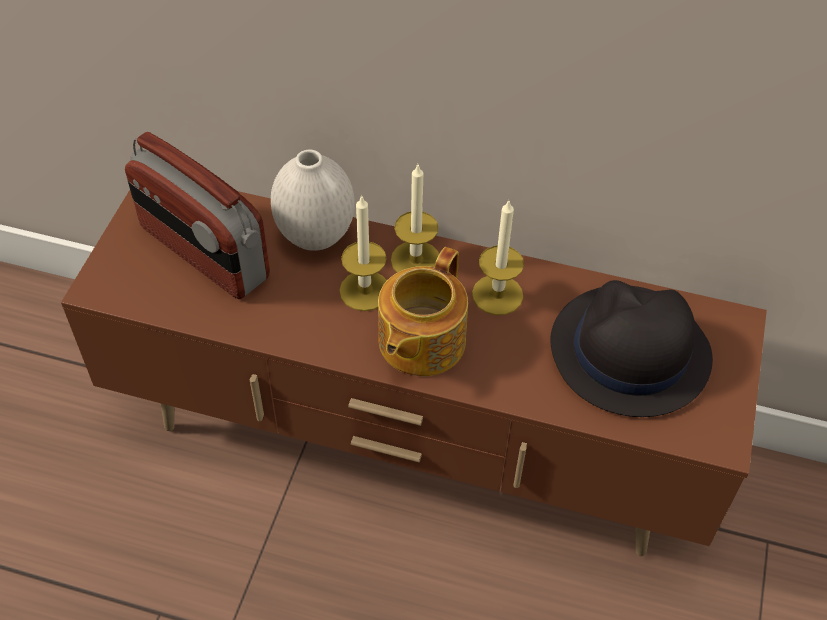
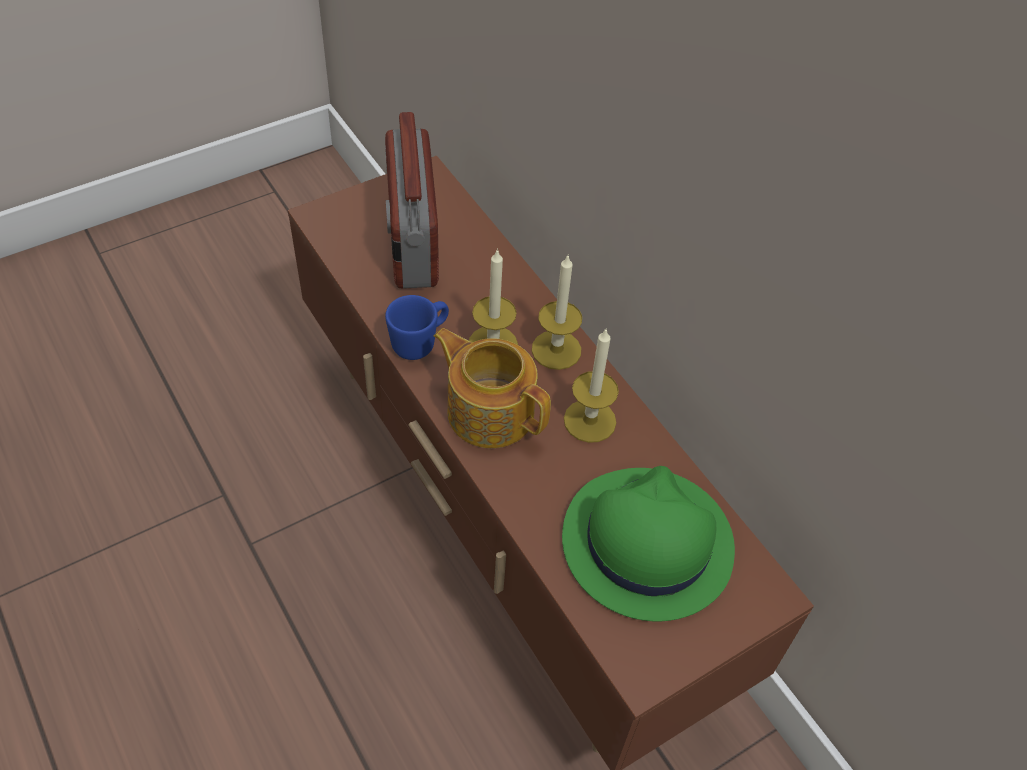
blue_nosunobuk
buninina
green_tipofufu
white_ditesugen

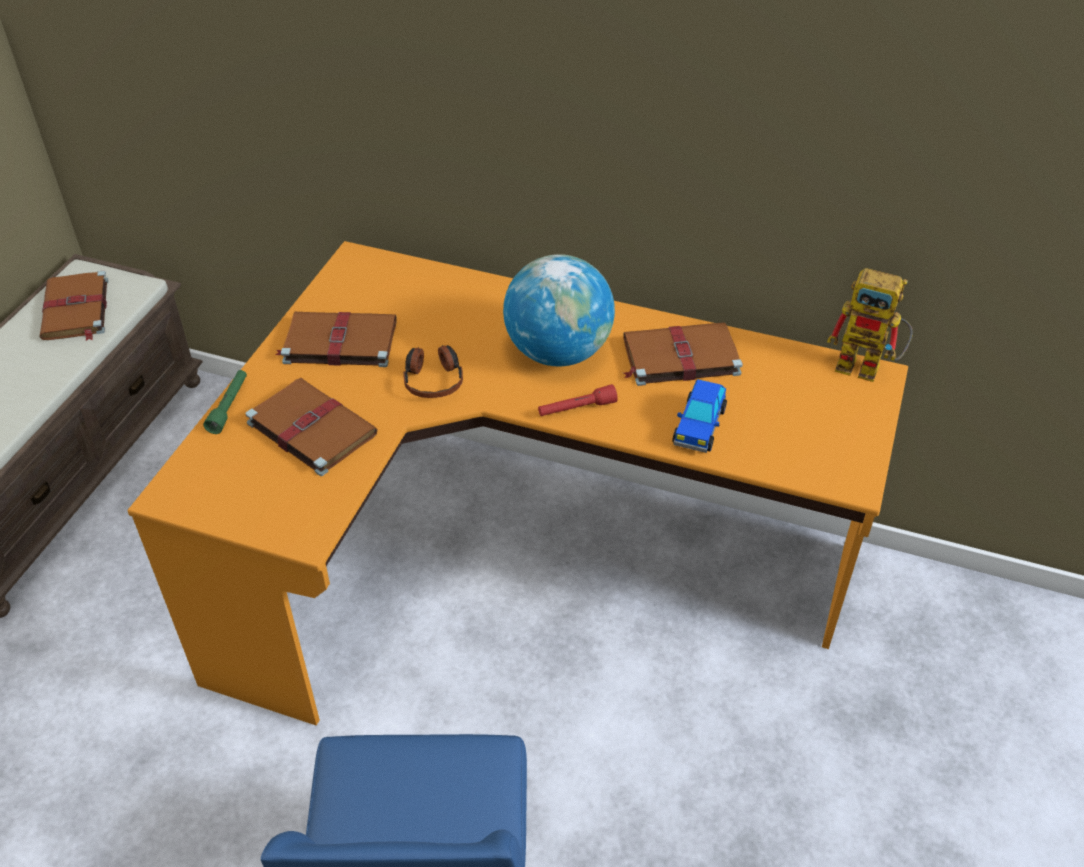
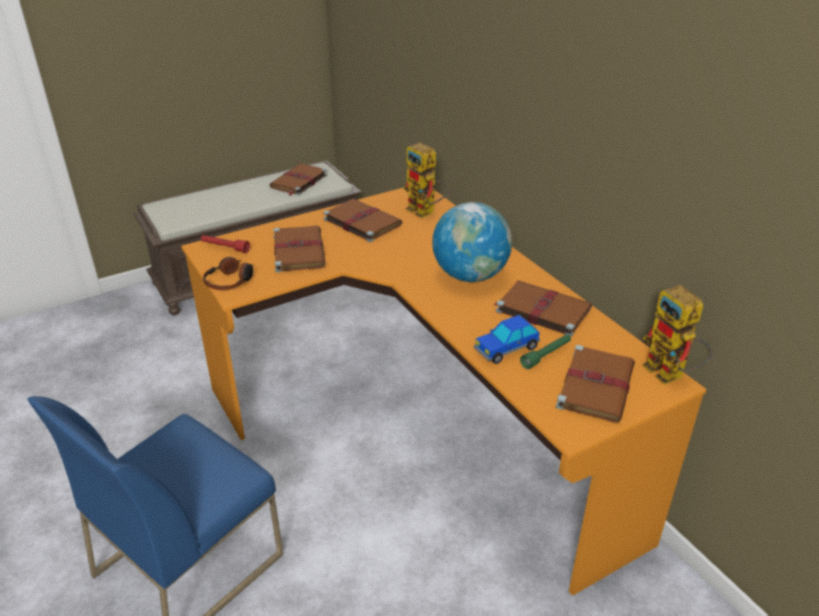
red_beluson
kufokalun
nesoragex (1st from left)
green_beluson
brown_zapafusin (5th from left)

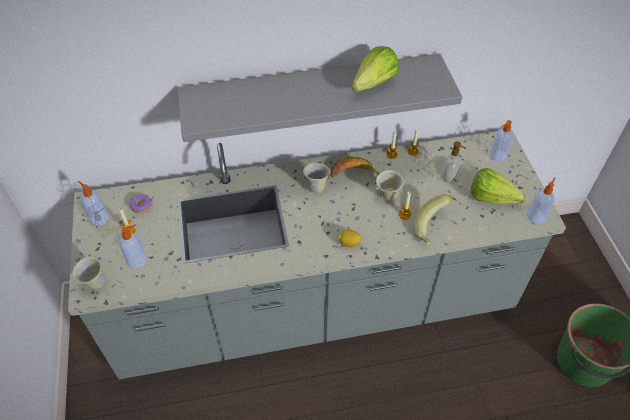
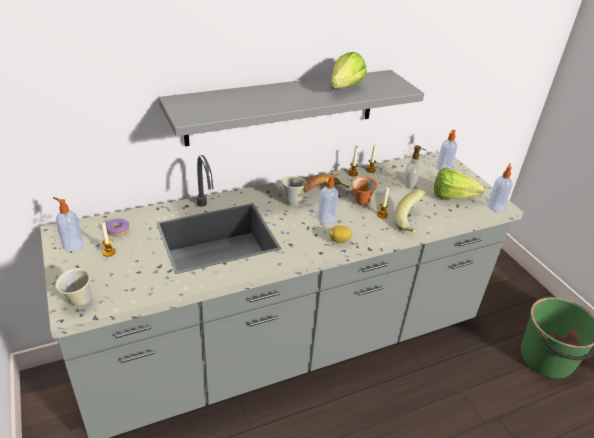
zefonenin (2nd from left)
orange_nosunobuk

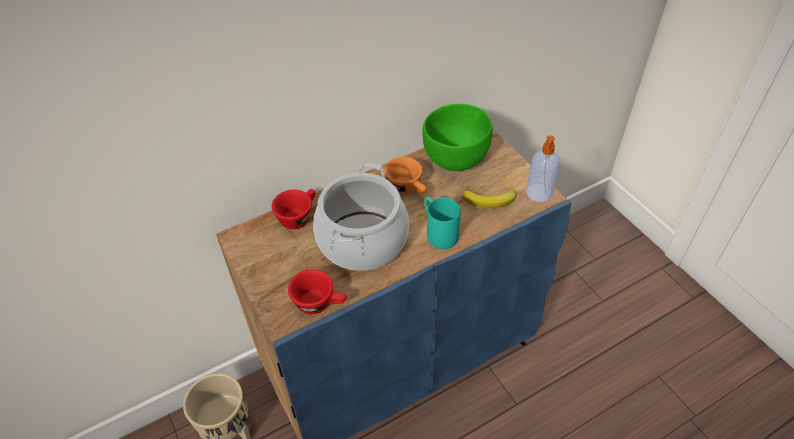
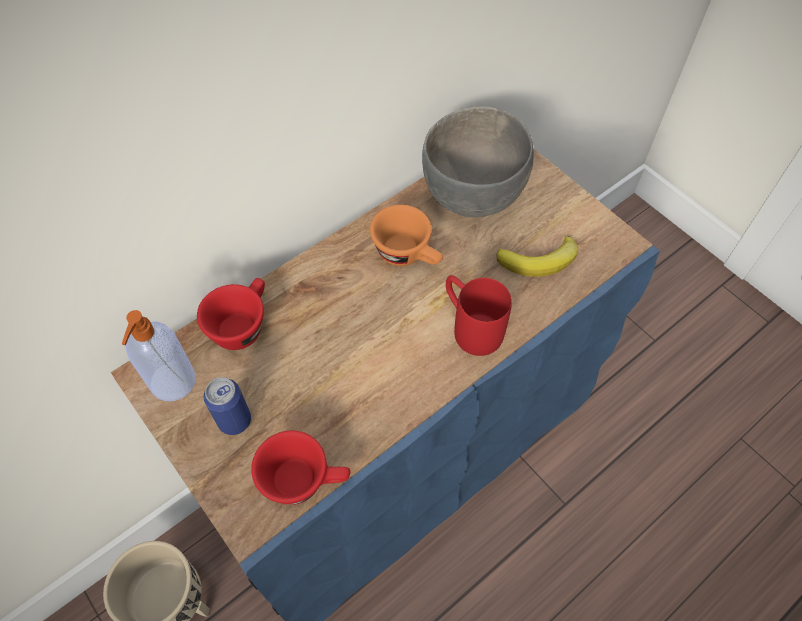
zefonenin
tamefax
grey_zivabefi
red_nosunobuk
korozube

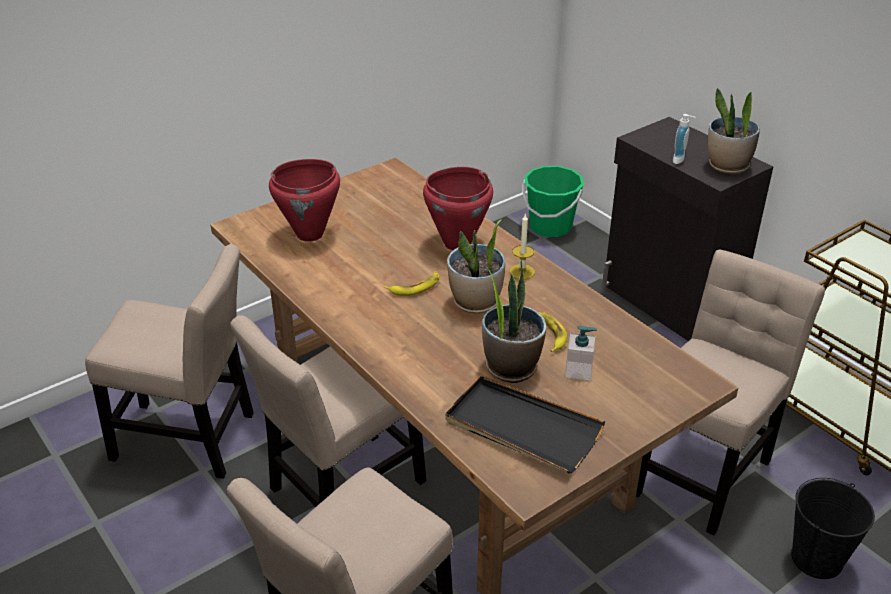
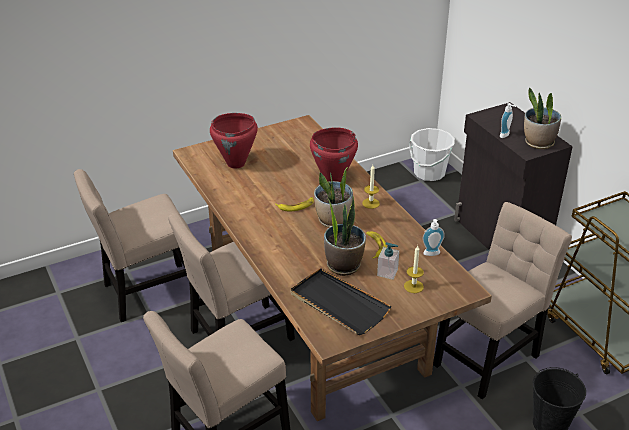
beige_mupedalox (1st from left)
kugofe (2nd from left)
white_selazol
zefonenin (2nd from left)

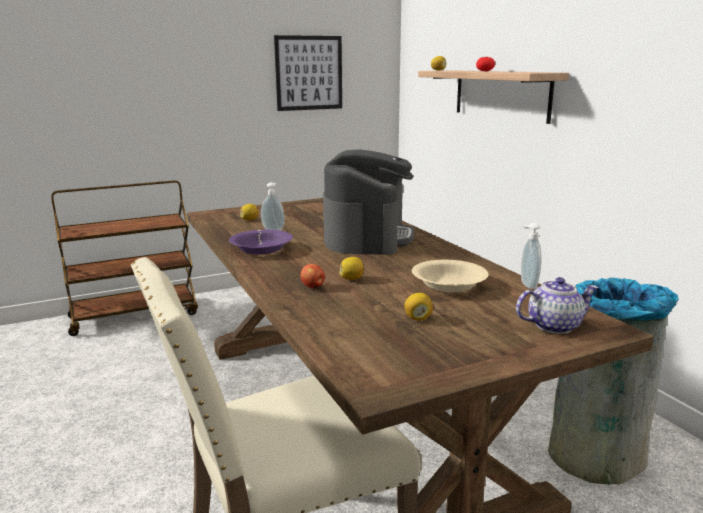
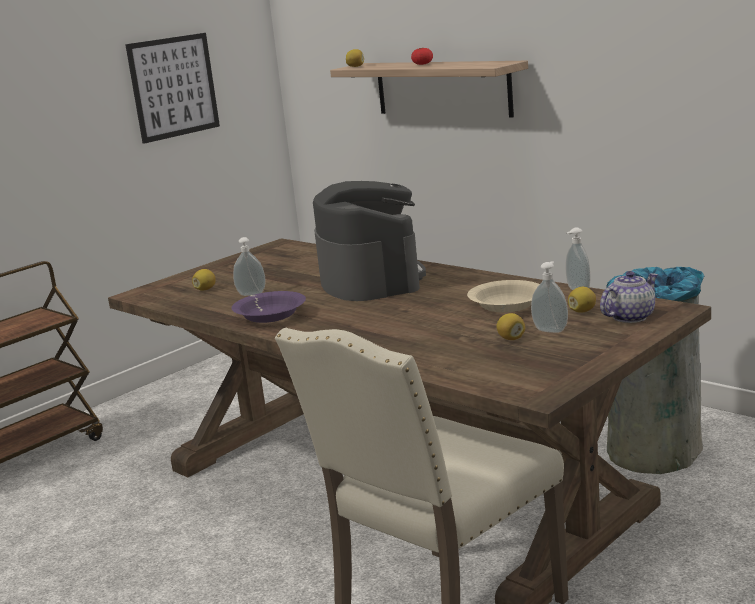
zefonenin (2nd from left)
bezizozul (4th from left)
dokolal

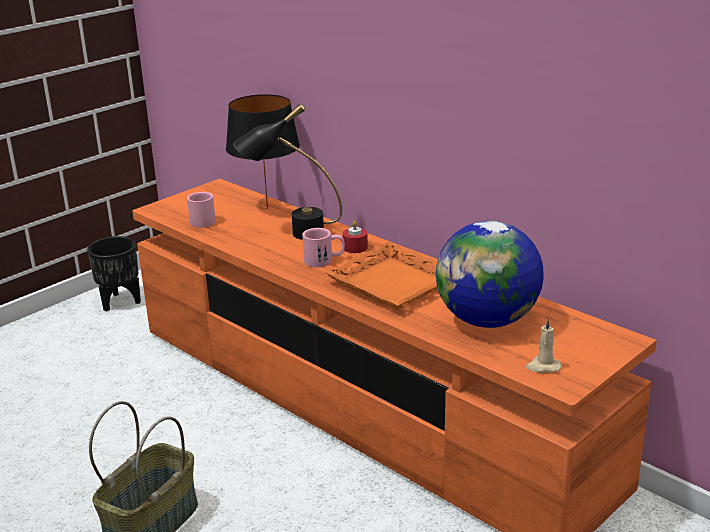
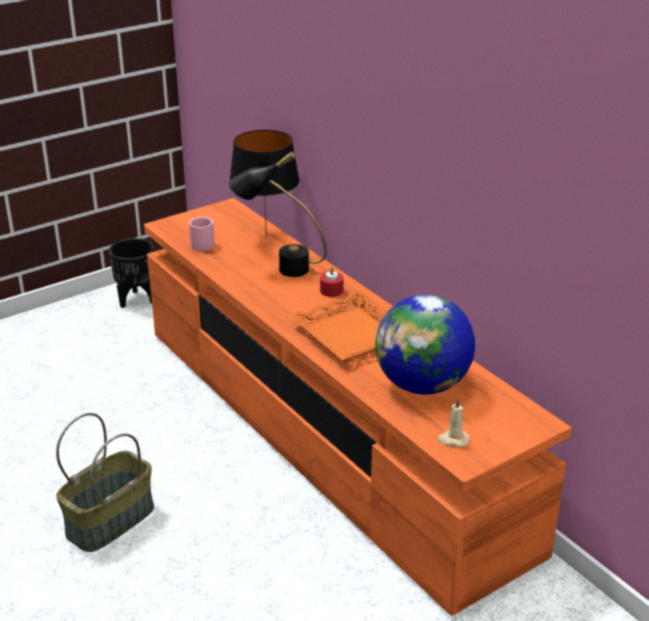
pink_nosunobuk (2nd from left in the first image)

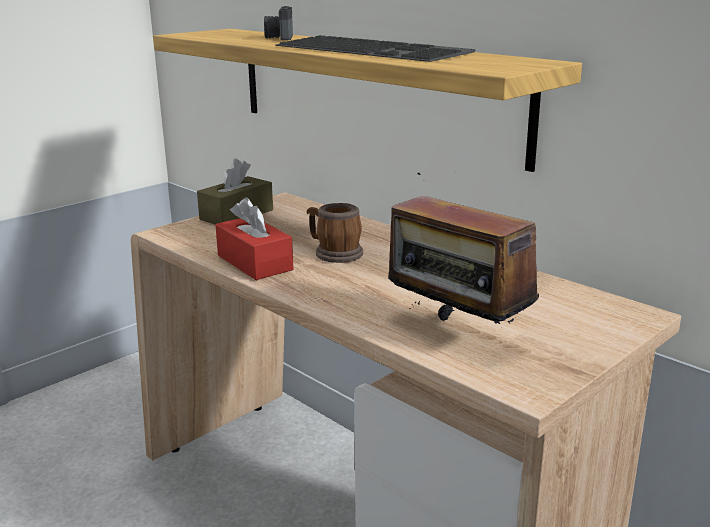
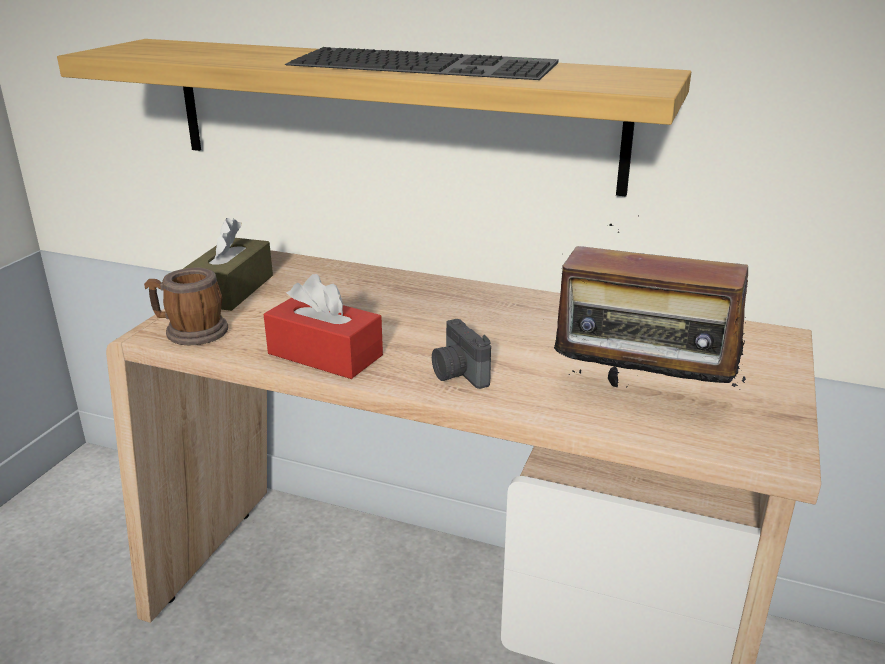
nosunobuk
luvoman

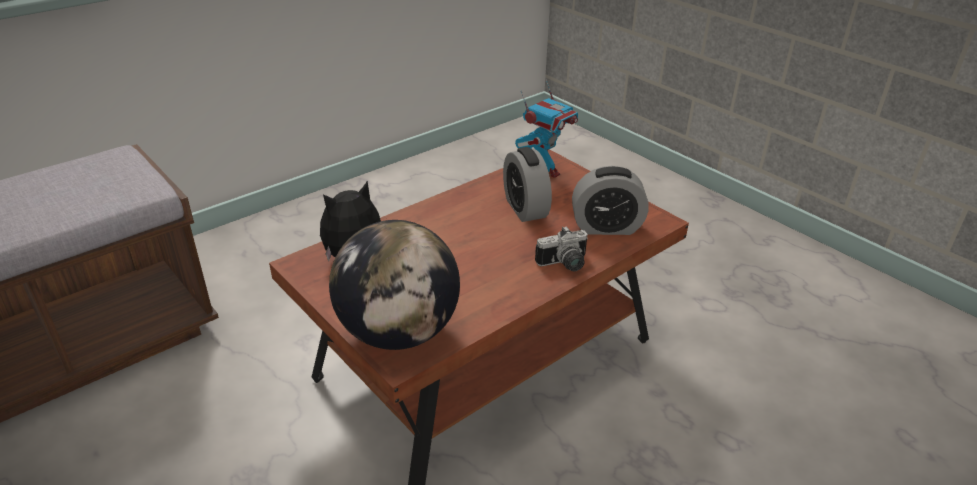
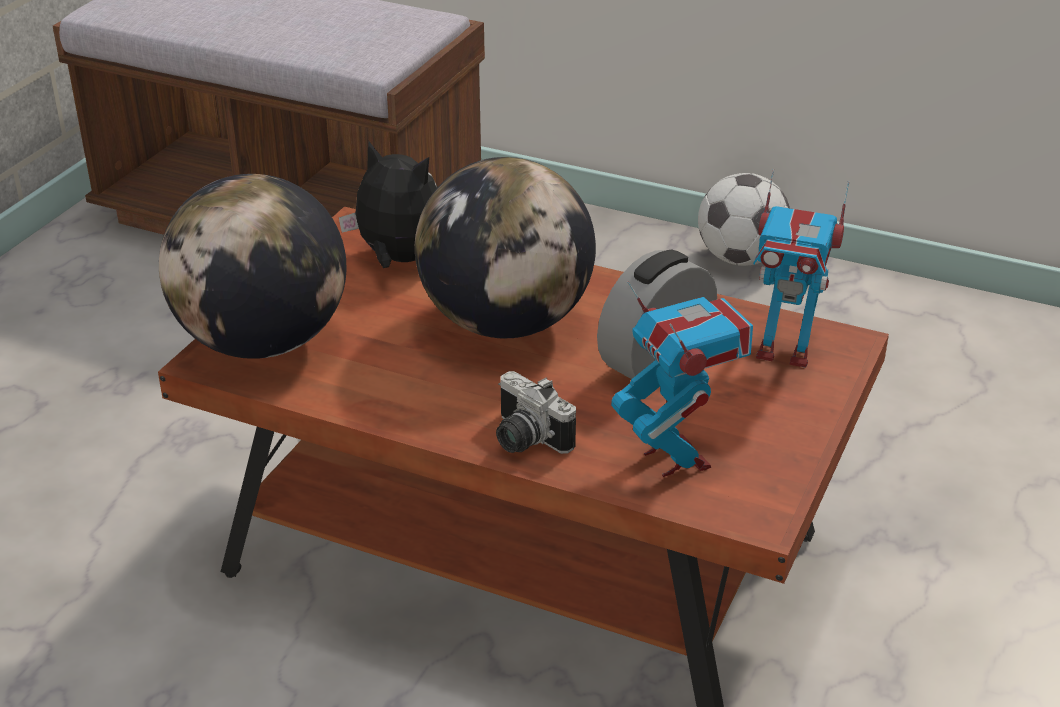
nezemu (2nd from left)
nesoragex (1st from left)
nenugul

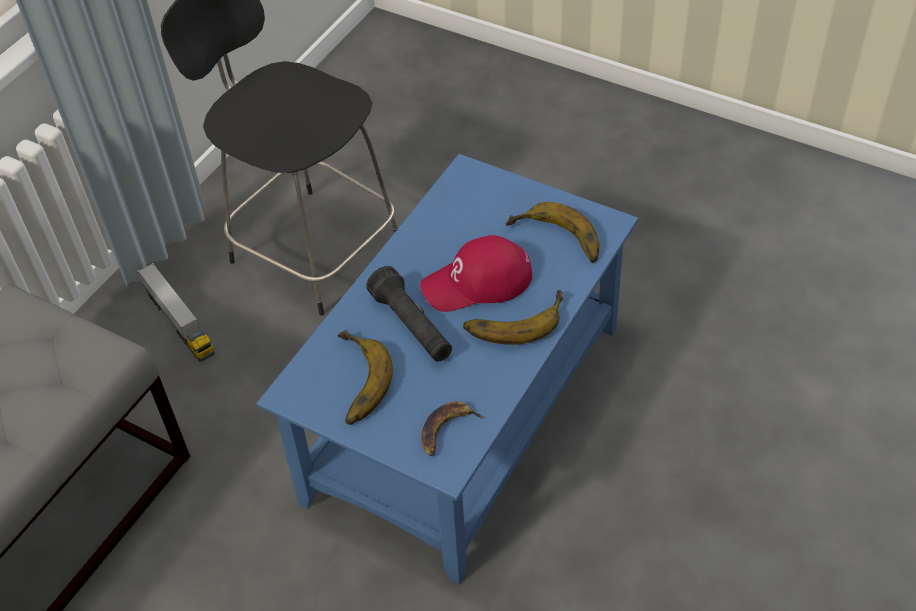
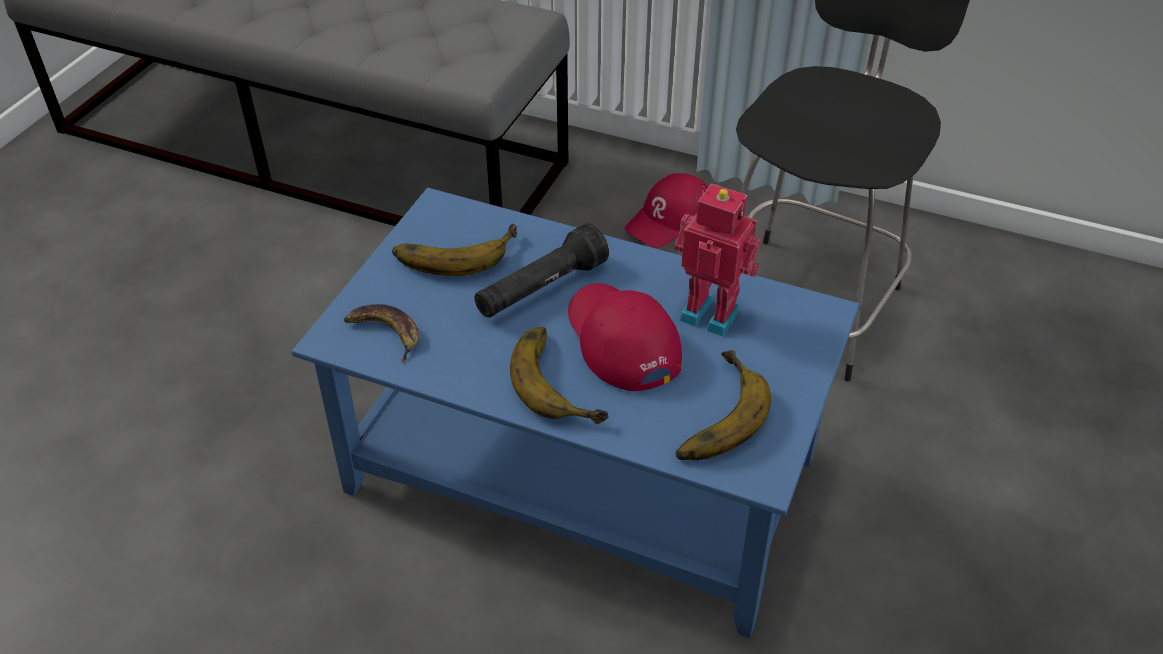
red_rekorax (2nd from left)
nesoragex

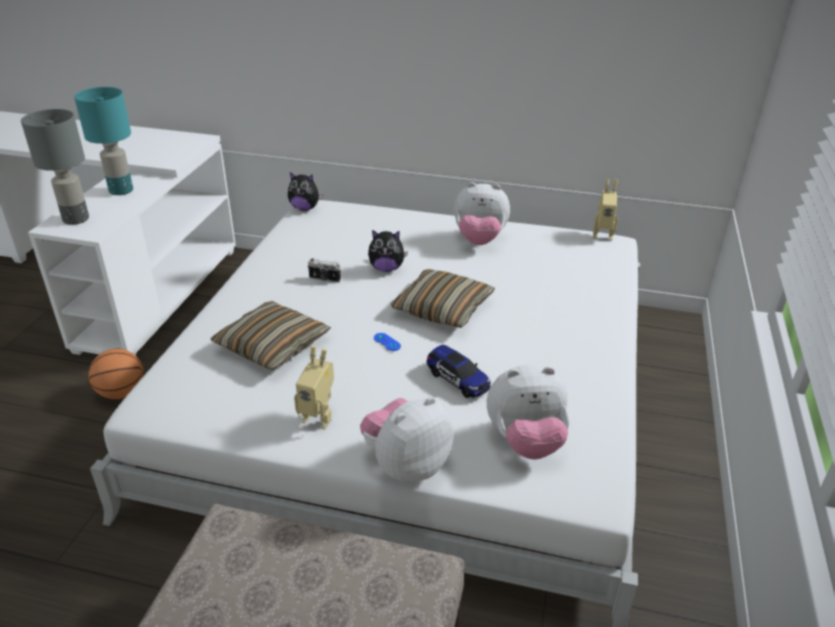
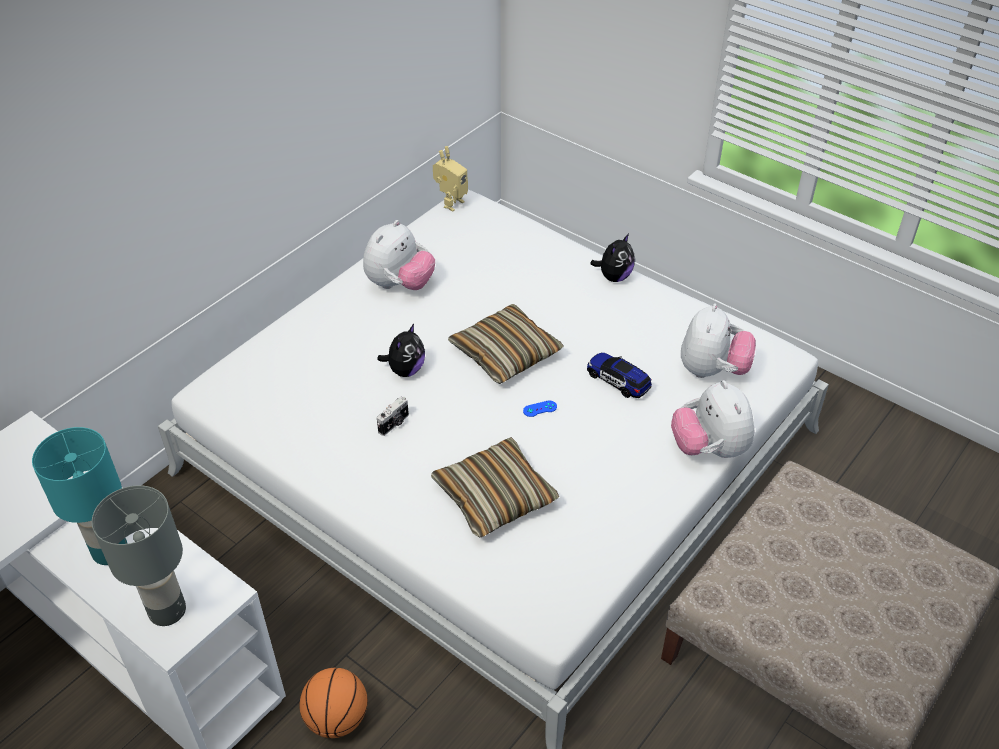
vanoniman
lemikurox (3rd from left)
nesoragex (1st from left in the first image)

